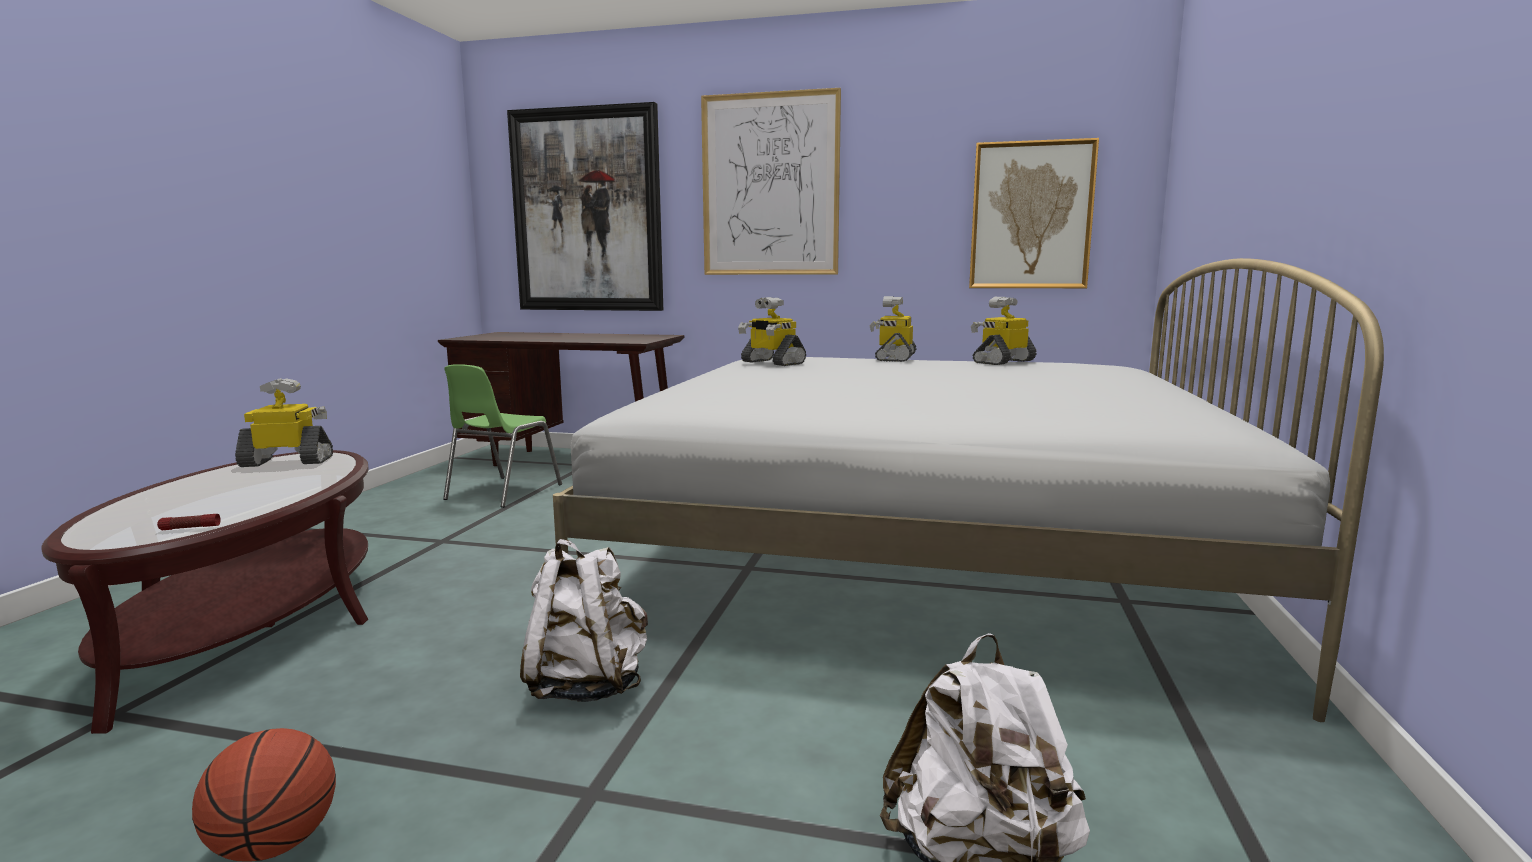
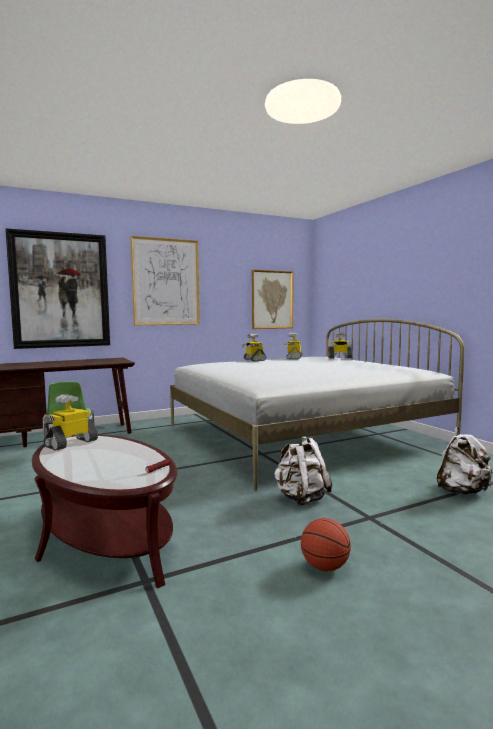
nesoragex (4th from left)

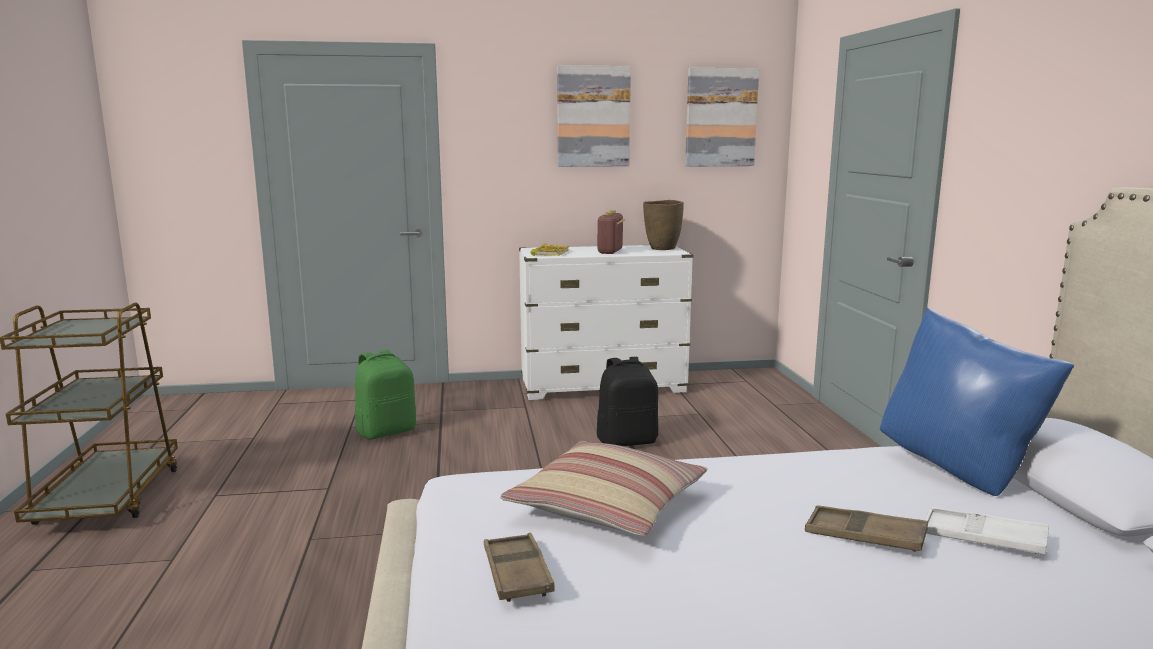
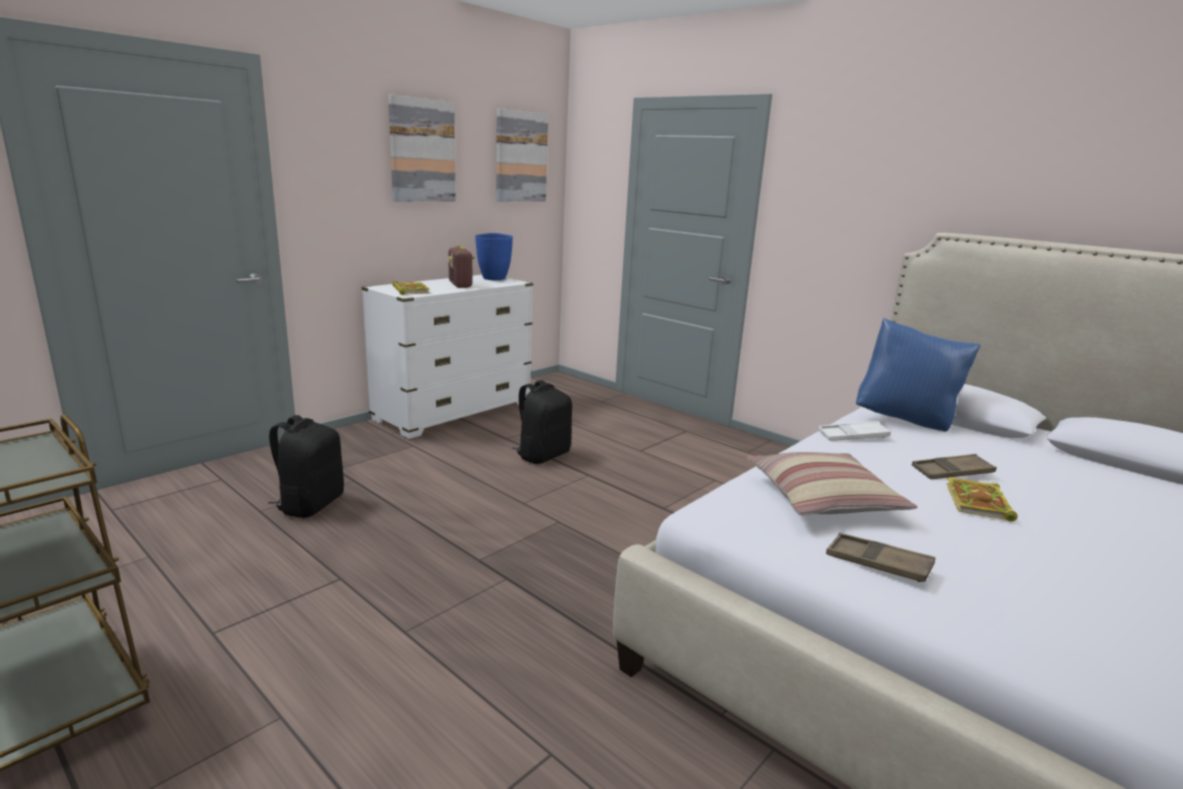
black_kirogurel (1st from left)
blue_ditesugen
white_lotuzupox
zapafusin (2nd from left)

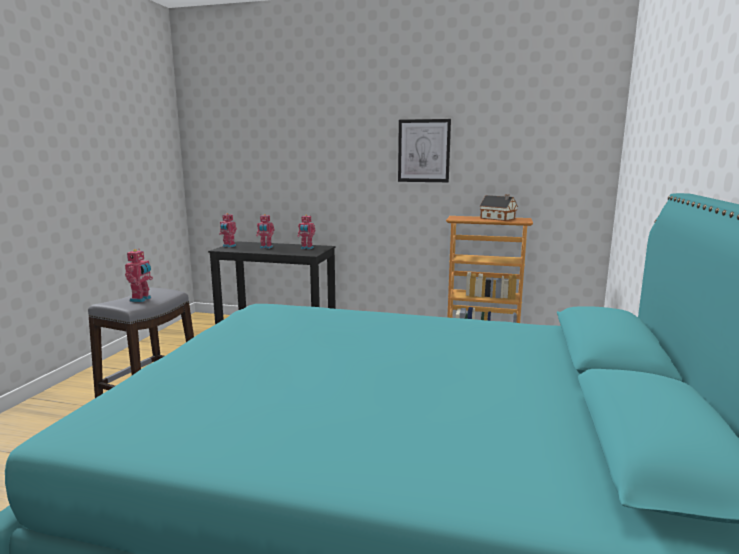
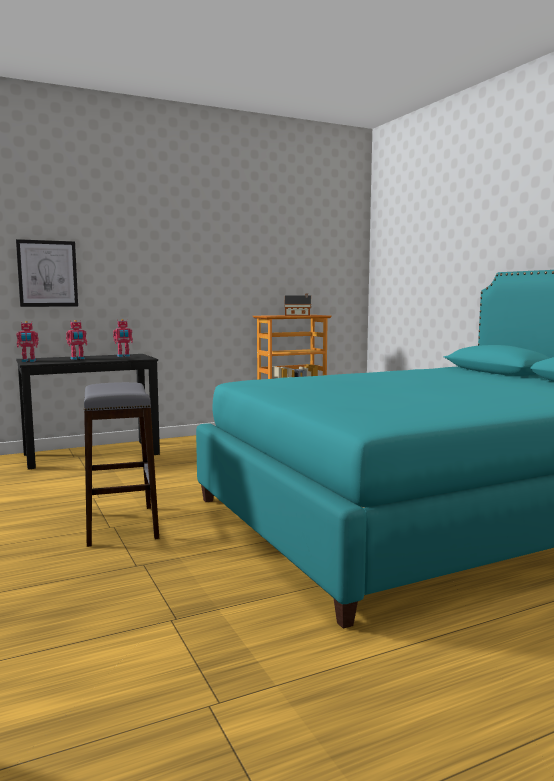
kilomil
nesoragex (1st from left in the first image)

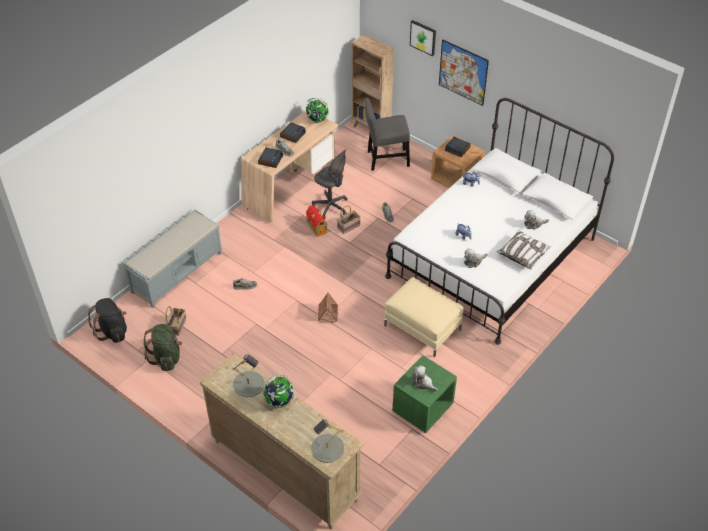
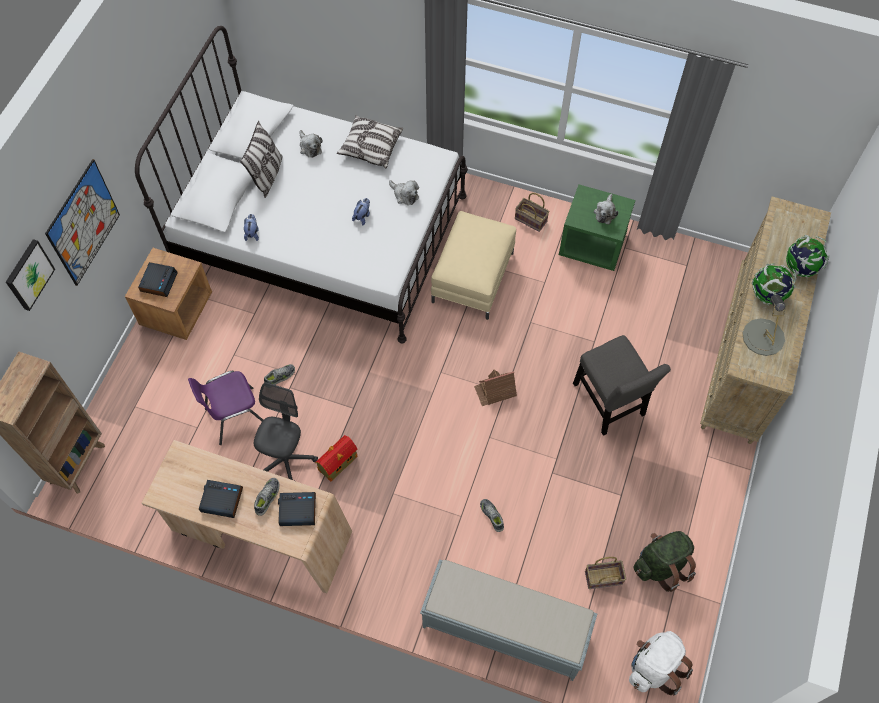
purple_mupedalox
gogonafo (1st from left)
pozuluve (1st from left)
grey_mupedalox
white_kirogurel
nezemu (2nd from left)
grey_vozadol (2nd from left in the first image)

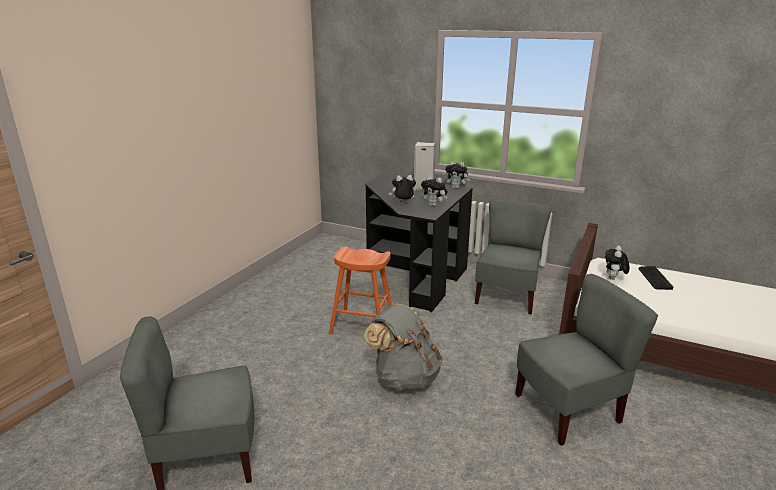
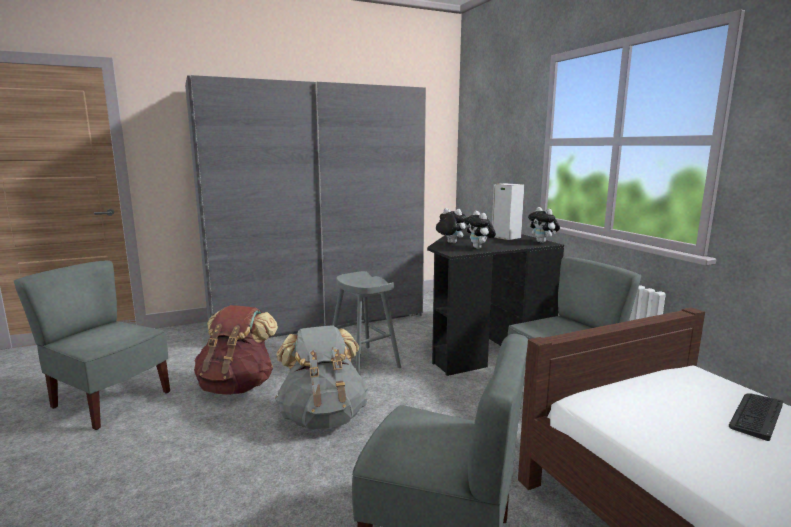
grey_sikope
brown_kirogurel
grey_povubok
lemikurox (4th from left in the first image)

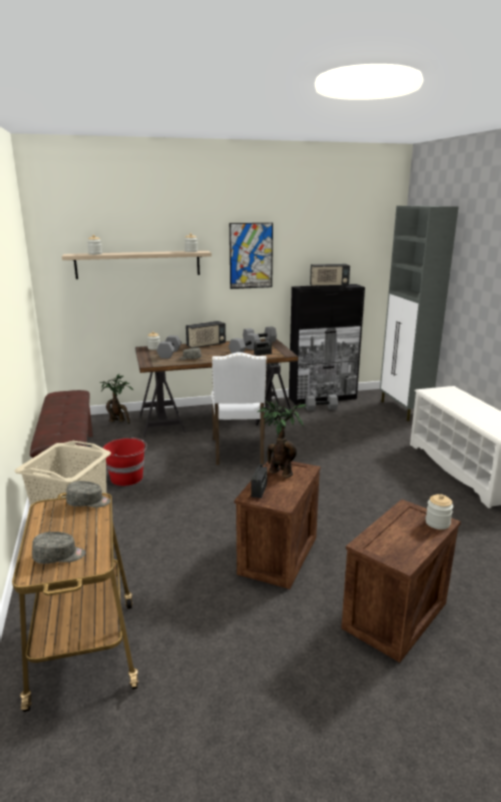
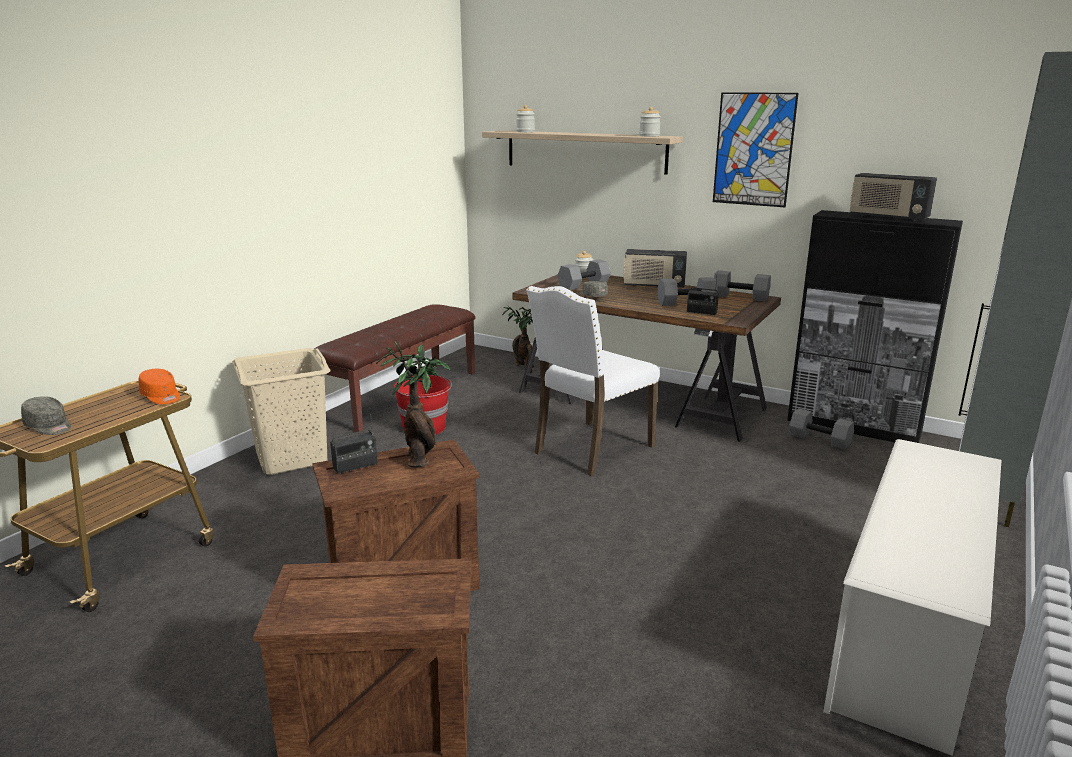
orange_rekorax
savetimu (4th from left in the first image)

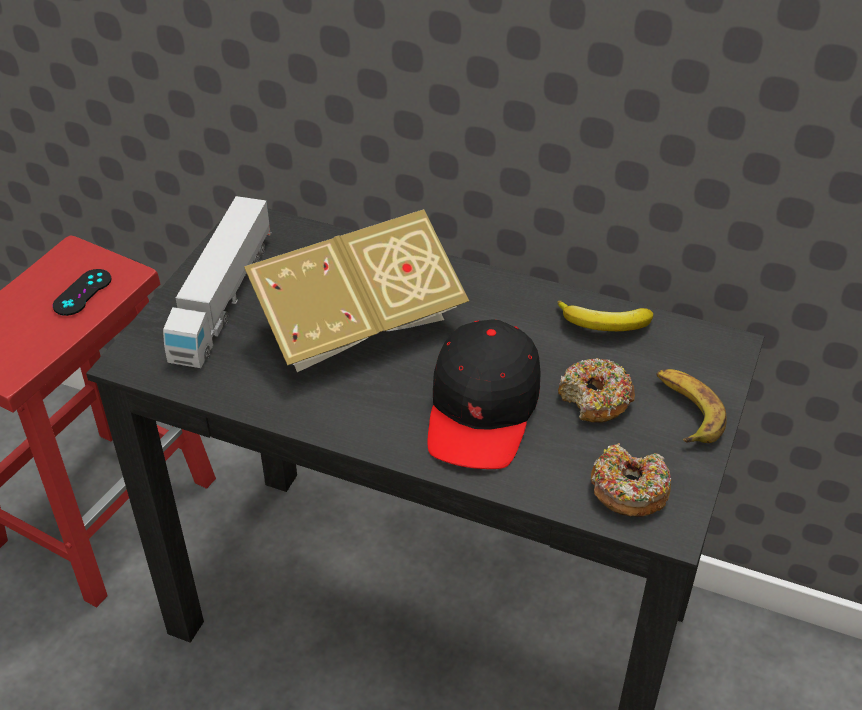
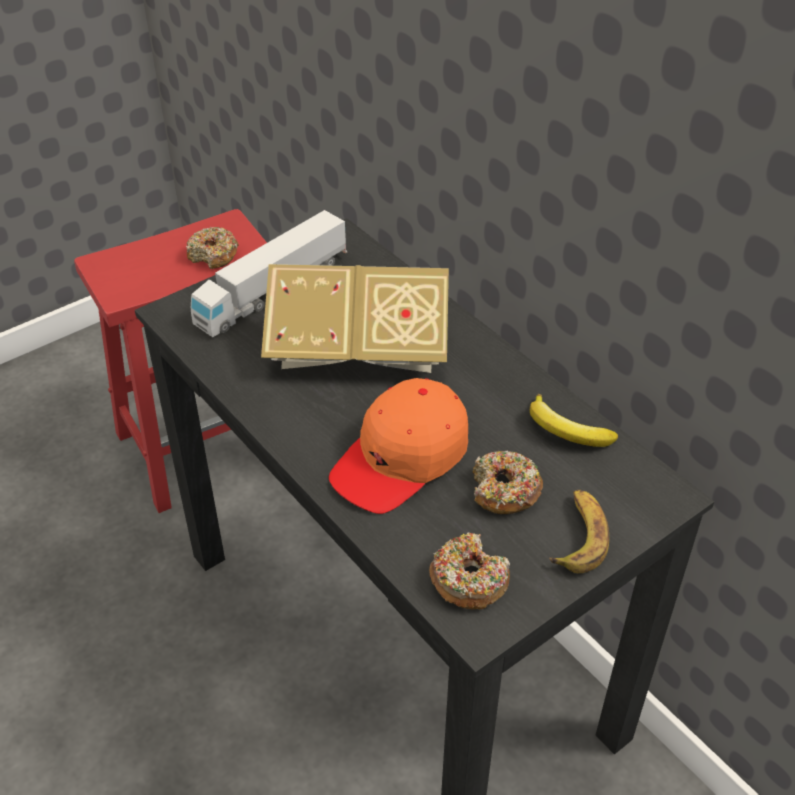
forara (1st from left)
orange_rekorax

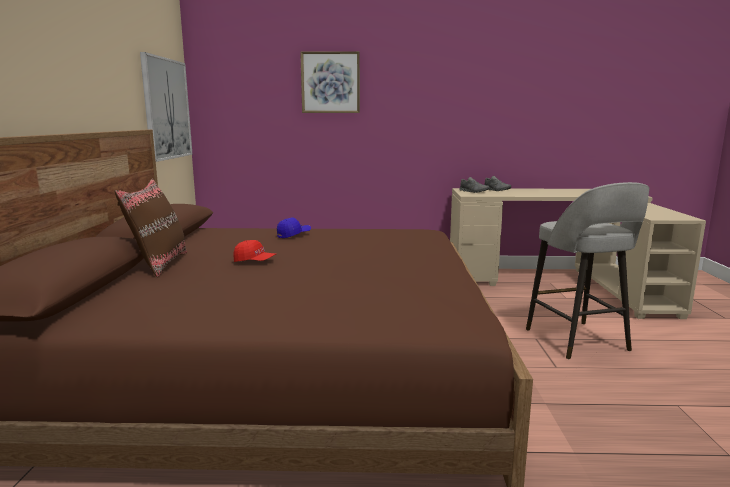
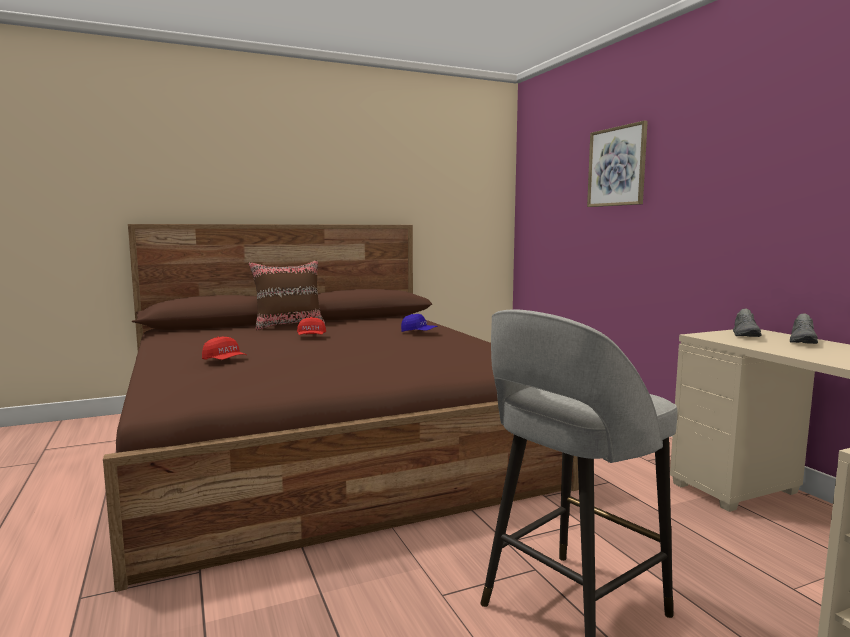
red_rekorax (1st from left)
kilomil (1st from left in the first image)

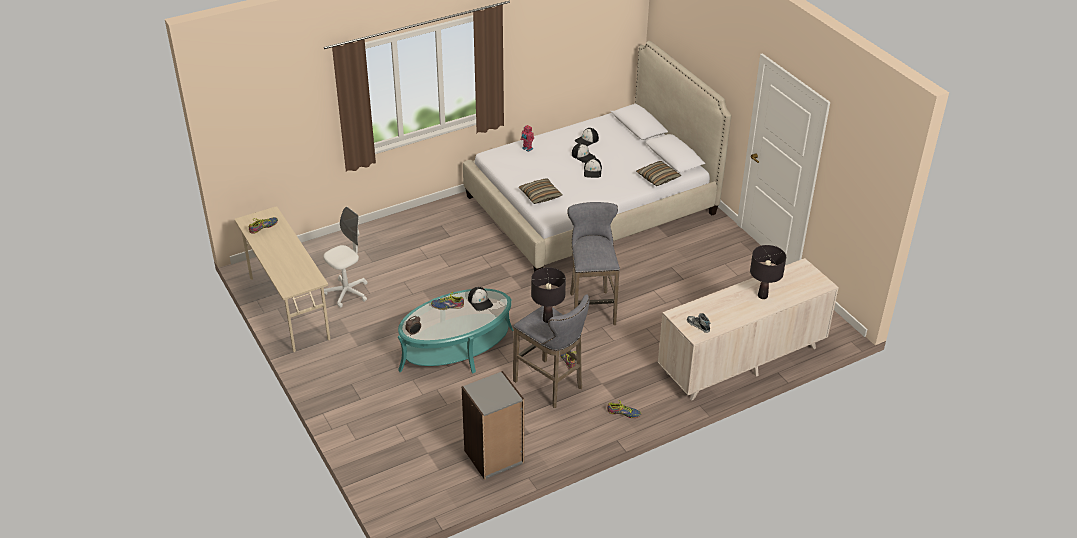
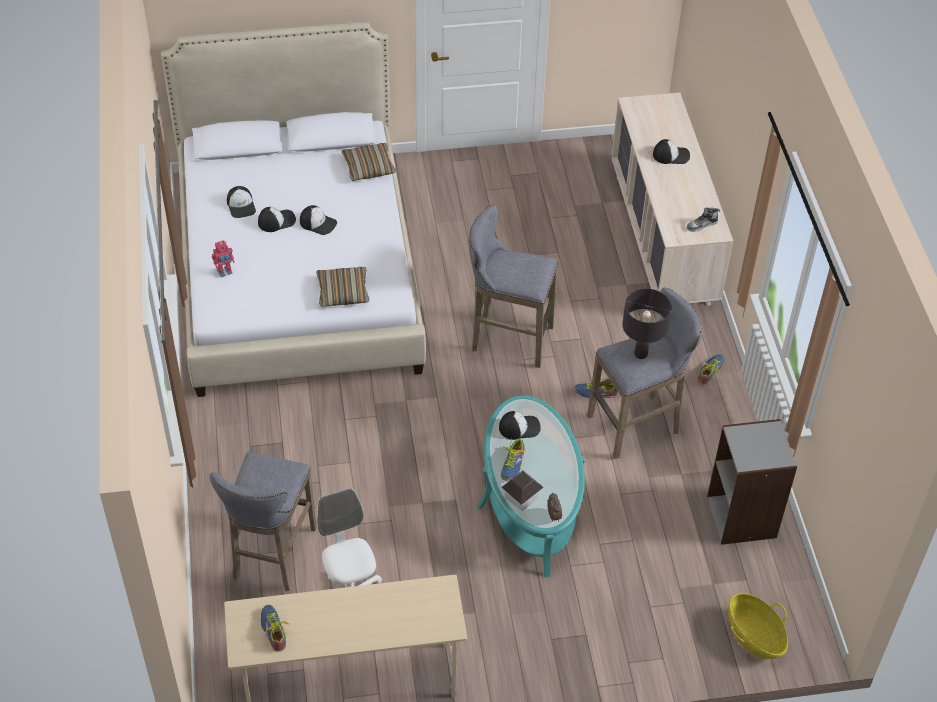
grey_povubok (1st from left)
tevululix
rekorax (5th from left)
pozuluve

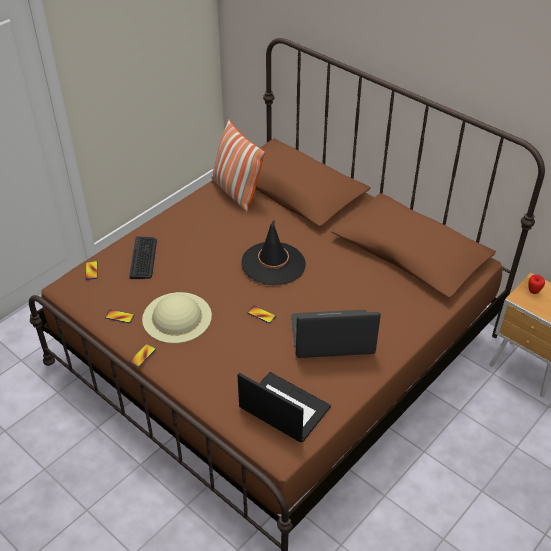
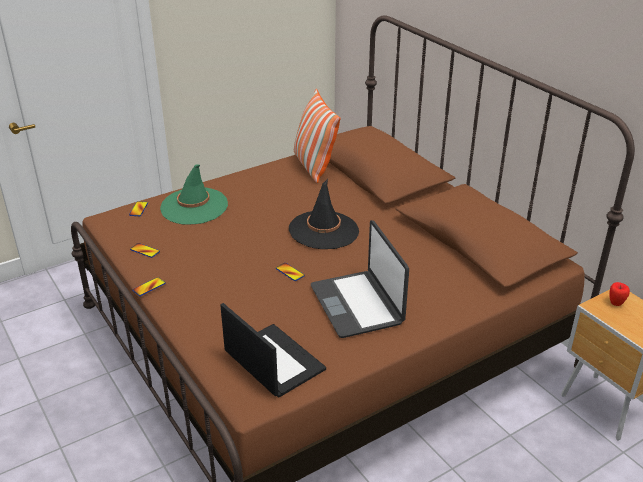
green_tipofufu
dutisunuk (2nd from left)
beige_tipofufu

